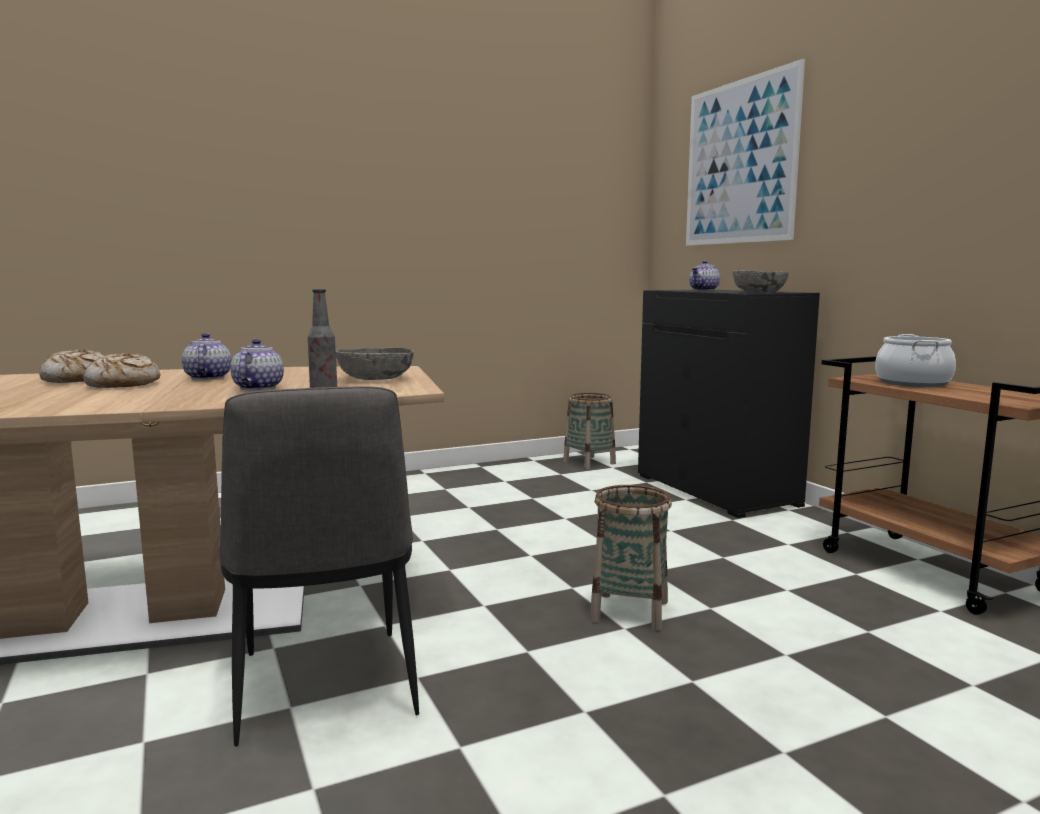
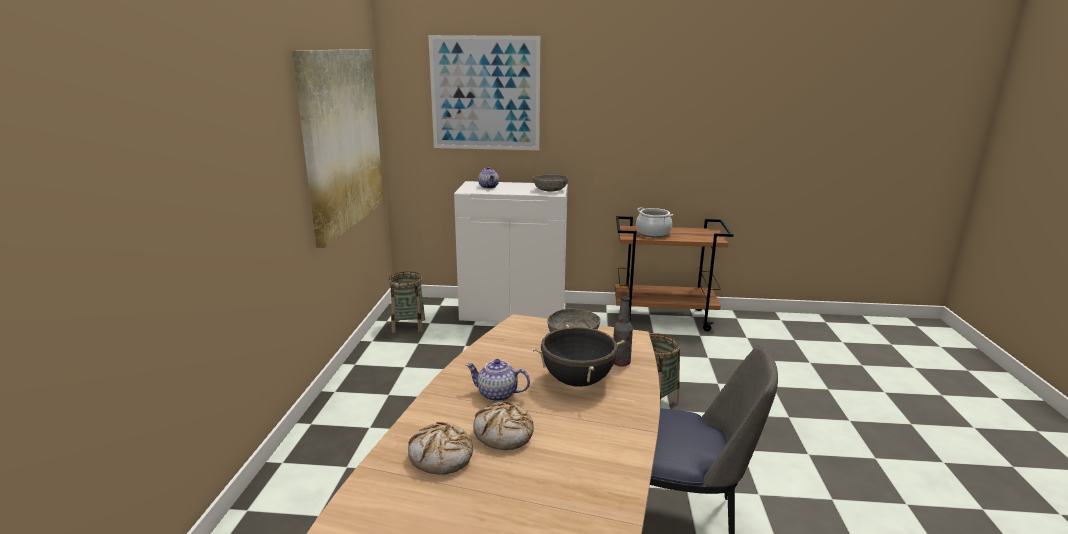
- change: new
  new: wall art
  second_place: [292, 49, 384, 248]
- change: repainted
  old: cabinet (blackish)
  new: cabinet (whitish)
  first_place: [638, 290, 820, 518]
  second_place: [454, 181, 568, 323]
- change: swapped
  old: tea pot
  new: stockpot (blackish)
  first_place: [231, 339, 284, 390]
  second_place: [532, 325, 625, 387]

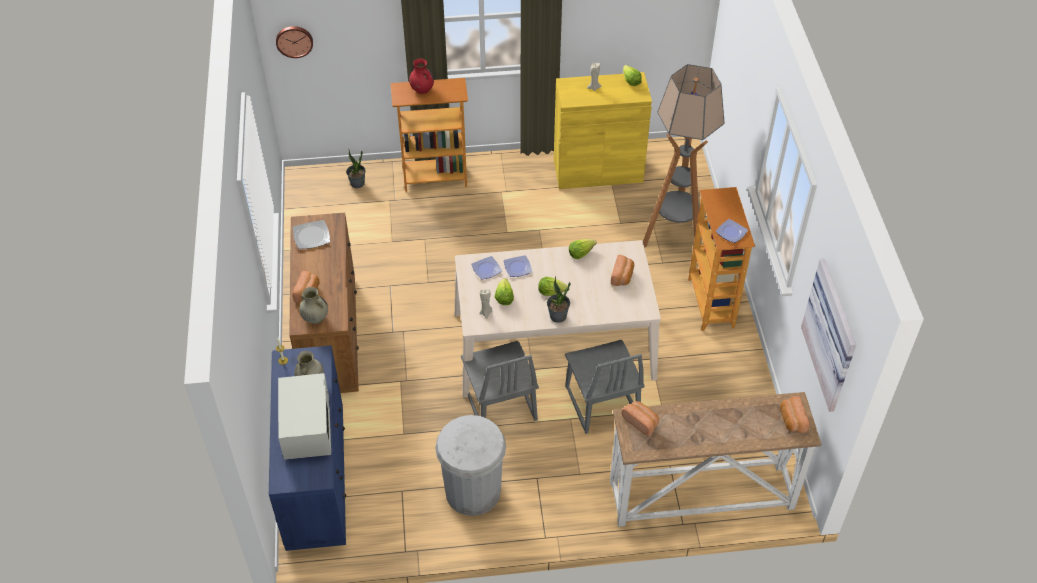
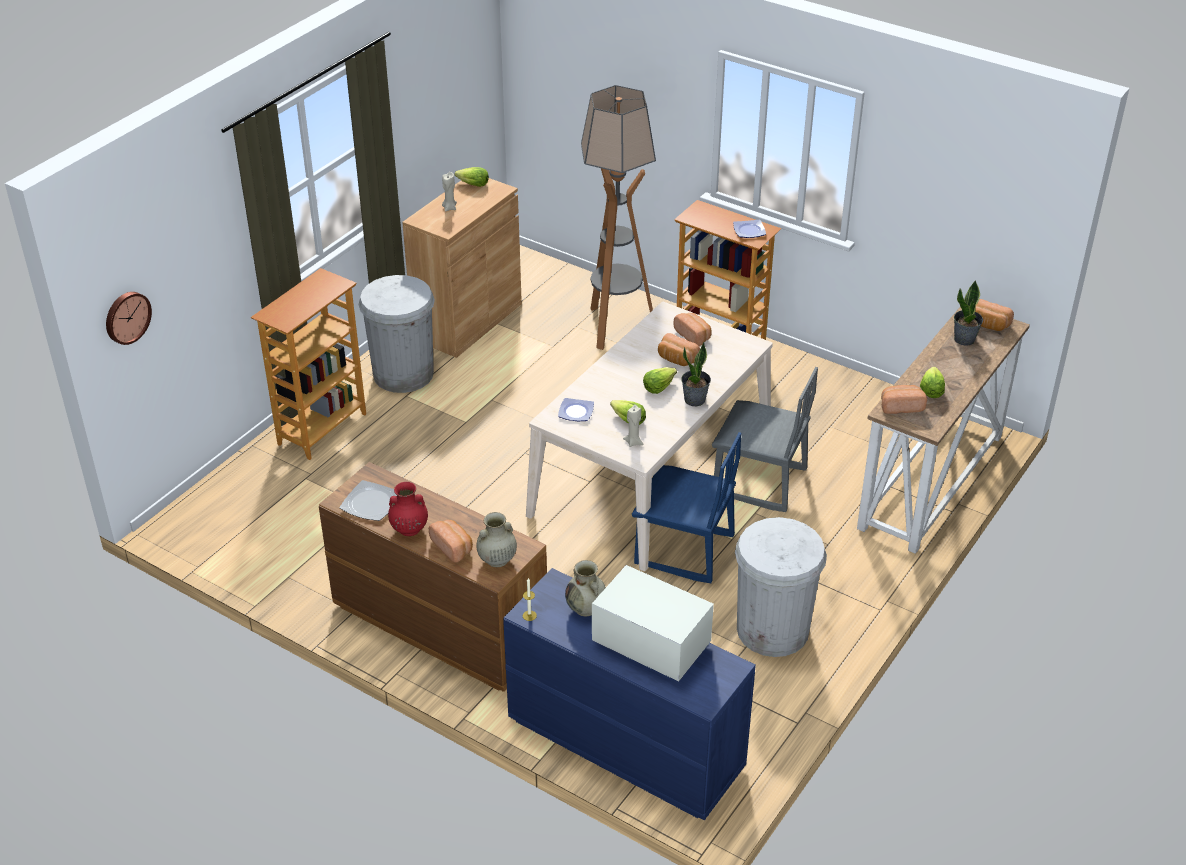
- change: new
  new: rubbish bin (whitish)
  second_place: [358, 275, 435, 393]
- change: shifted
  old: vase (red-coloured)
  first_place: [409, 58, 434, 94]
  second_place: [388, 482, 428, 536]
- change: repainted
  old: cabinet (yellow)
  new: cabinet (brownish)
  first_place: [554, 72, 652, 189]
  second_place: [402, 178, 522, 358]
- change: repainted
  old: plain chair (gray)
  new: plain chair (blue)
  first_place: [461, 341, 539, 421]
  second_place: [632, 432, 742, 583]
- change: new
  new: baked bread
  second_place: [658, 333, 700, 366]
- change: shifted
  old: lettuce head
  first_place: [569, 239, 597, 259]
  second_place: [920, 367, 945, 398]
- change: shifted
  old: potted plant
  first_place: [346, 150, 366, 188]
  second_place: [954, 280, 983, 346]
- change: gone
  old: plate
  first_place: [504, 255, 532, 277]
- change: gone
  old: wall art
  first_place: [801, 258, 856, 412]

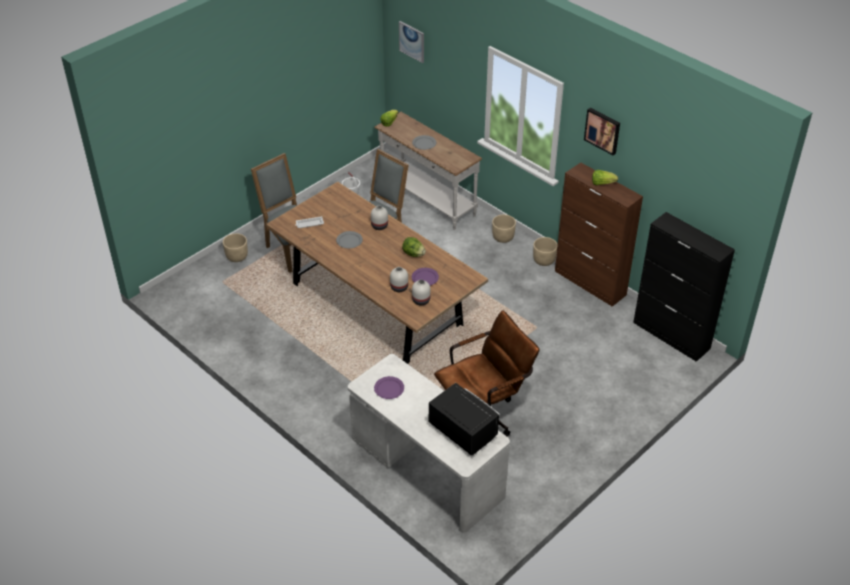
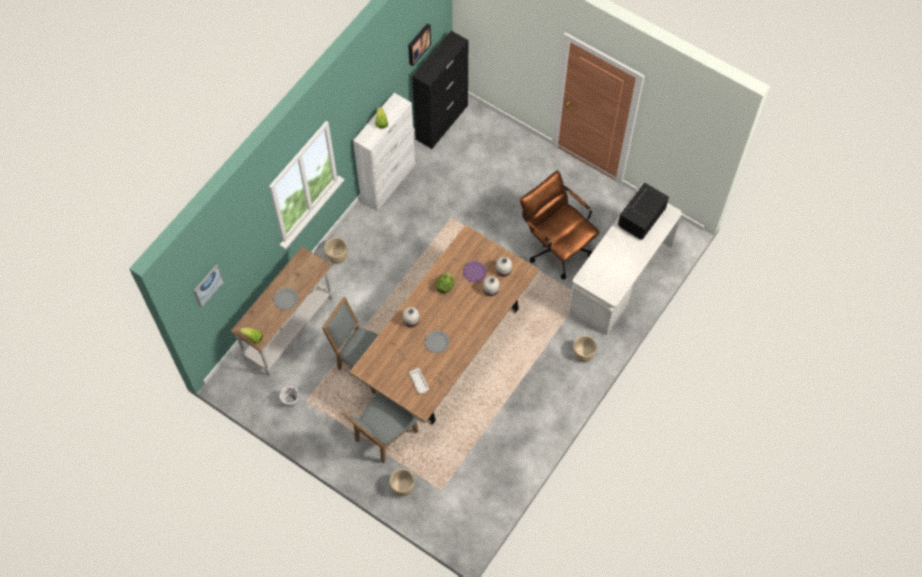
- change: repainted
  old: cabinet (brownish)
  new: cabinet (whitish)
  first_place: [555, 162, 643, 307]
  second_place: [353, 93, 415, 211]
- change: shifted
  old: wall art
  first_place: [584, 108, 620, 155]
  second_place: [408, 23, 431, 66]
- change: shifted
  old: flower pot (beige-coloured)
  first_place: [533, 237, 558, 266]
  second_place: [573, 335, 597, 362]
- change: gone
  old: plate (purplish)
  first_place: [374, 376, 404, 399]

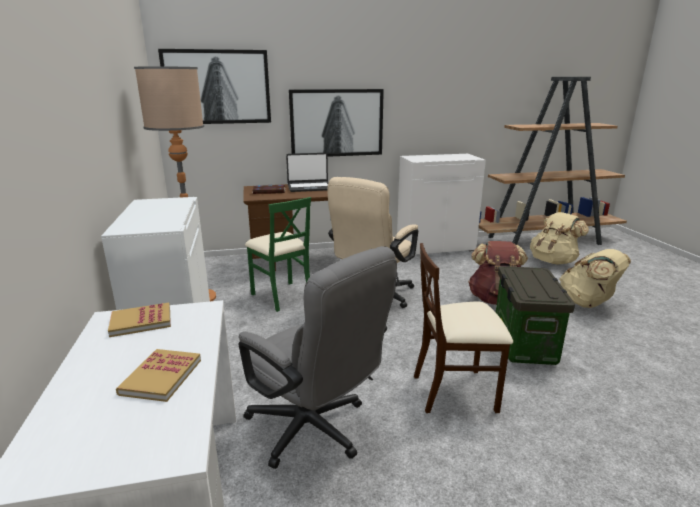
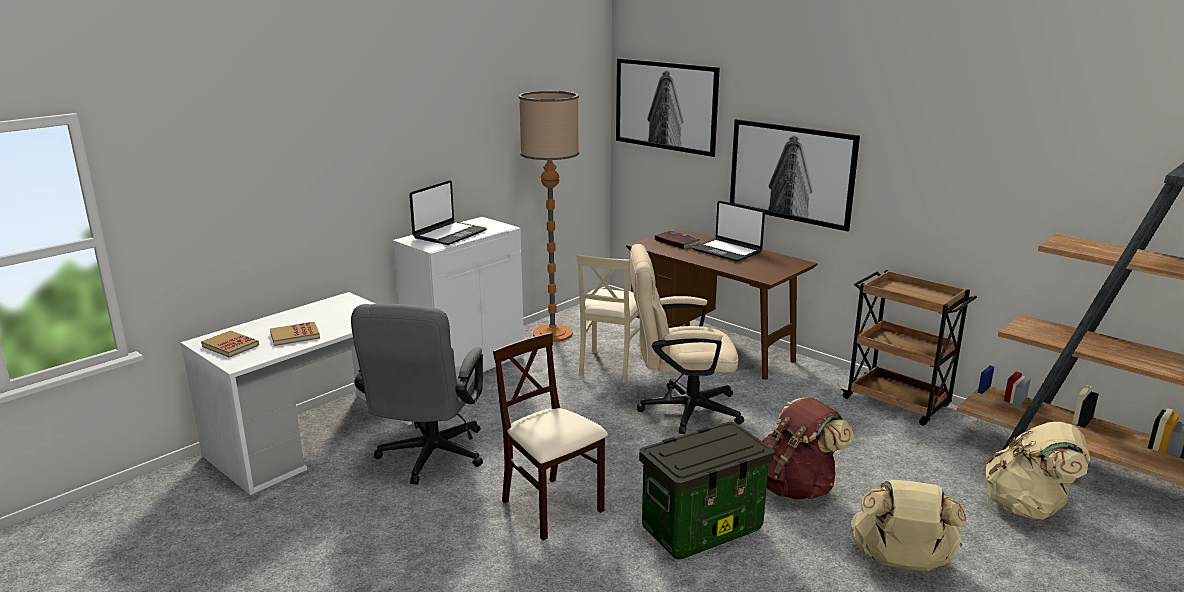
- change: shifted
  old: volume
  first_place: [108, 302, 171, 337]
  second_place: [201, 330, 259, 357]
- change: new
  new: laptop
  second_place: [409, 180, 487, 245]
- change: repainted
  old: plain chair (green-coloured)
  new: plain chair (beige-coloured)
  first_place: [245, 197, 311, 312]
  second_place: [576, 254, 642, 382]
- change: swapped
  old: cabinet (whitish)
  new: wheeled cart (brownish)
  first_place: [397, 154, 486, 255]
  second_place: [840, 270, 977, 426]

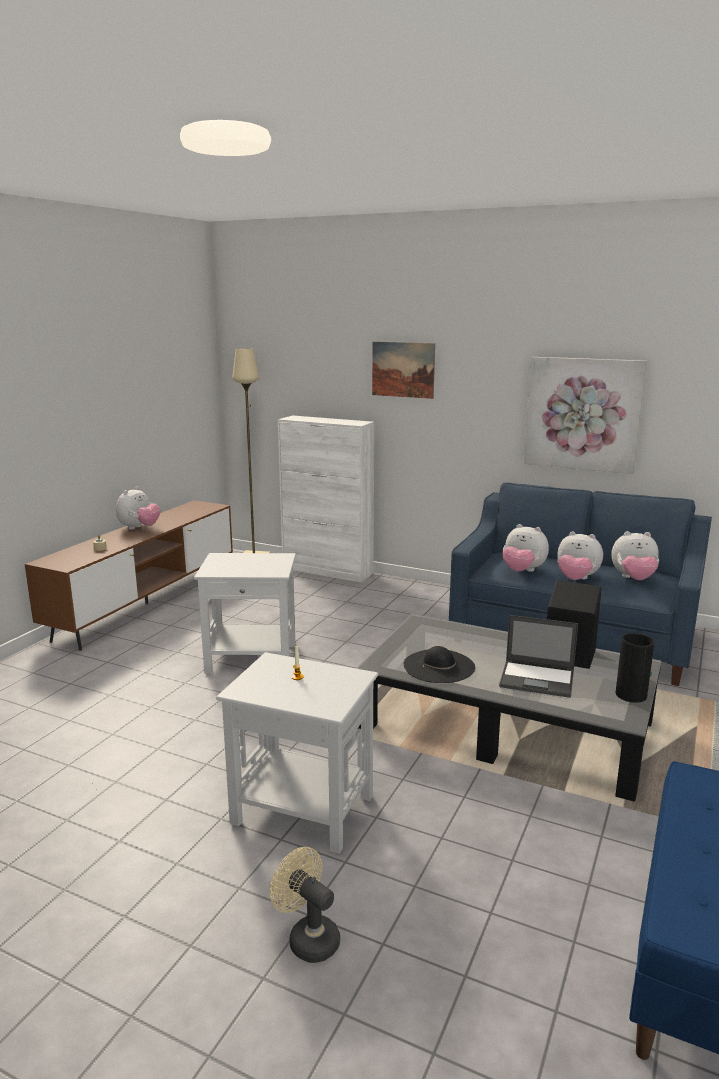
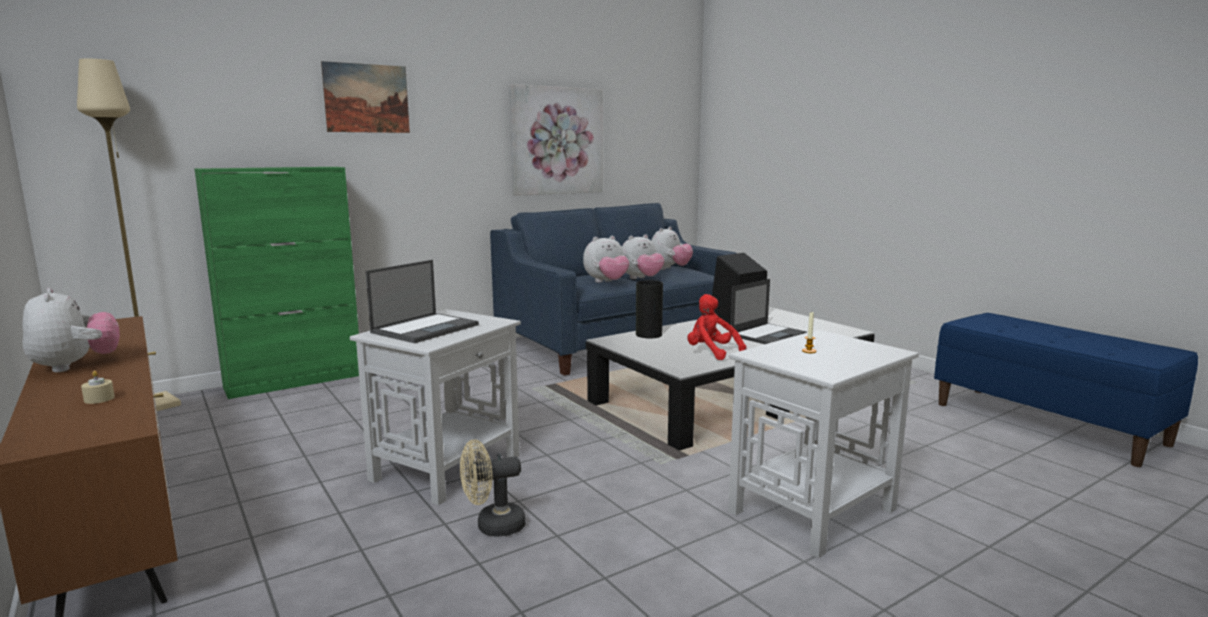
- change: repainted
  old: cabinet (whitish)
  new: cabinet (green-coloured)
  first_place: [278, 415, 374, 582]
  second_place: [195, 167, 359, 399]
- change: new
  new: laptop
  second_place: [366, 260, 479, 343]
- change: shifted
  old: cooling fan (beige-coloured)
  first_place: [270, 847, 340, 963]
  second_place: [460, 439, 526, 537]
- change: shifted
  old: vase
  first_place: [616, 633, 655, 703]
  second_place: [636, 280, 663, 338]
- change: swapped
  old: wearable hat (blackish)
  new: soft toy (red-coloured)
  first_place: [404, 646, 475, 683]
  second_place: [687, 294, 747, 360]

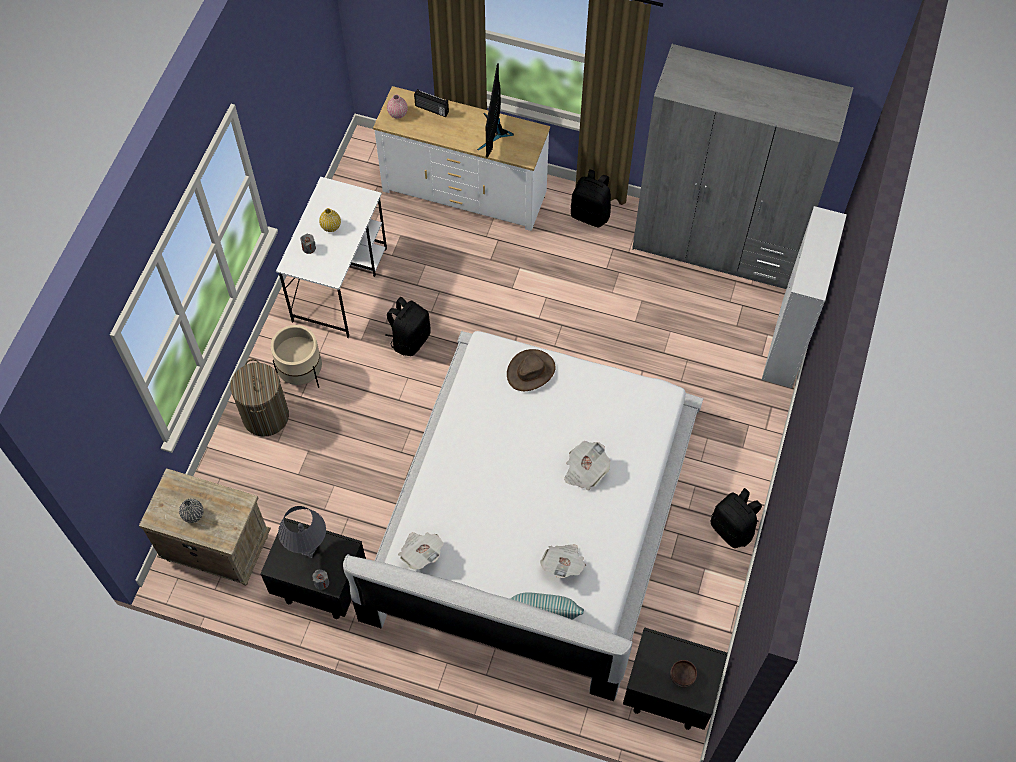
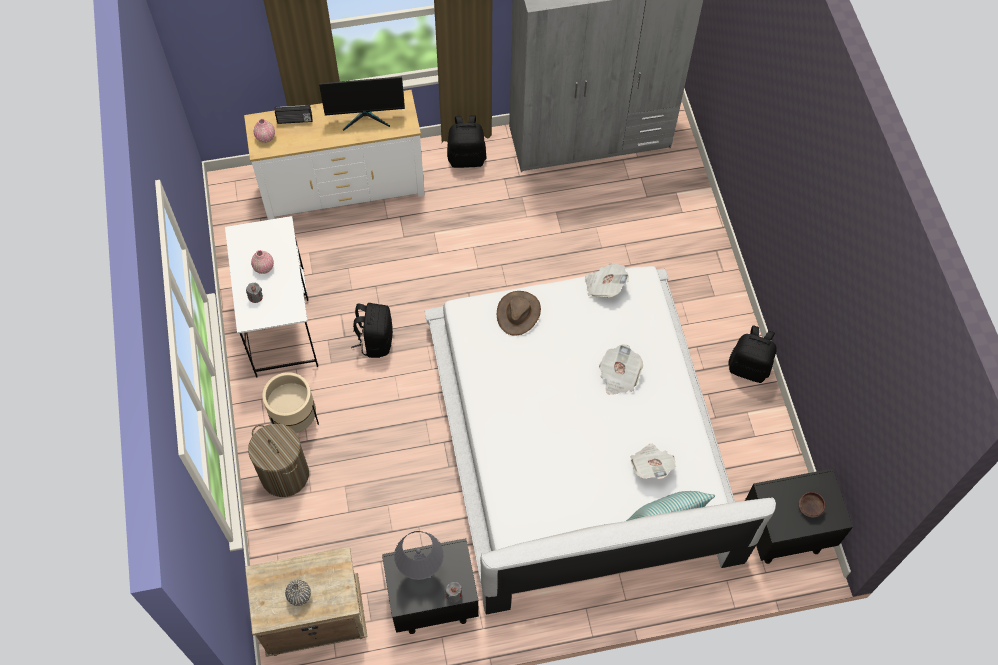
- change: repainted
  old: vase (yellow)
  new: vase (pink)
  first_place: [319, 208, 341, 232]
  second_place: [251, 250, 274, 274]
- change: rotated
  old: monitor
  first_place: [477, 63, 514, 157]
  second_place: [319, 77, 405, 131]
  degrees: -75
- change: shifted
  old: daily paper
  first_place: [398, 532, 444, 569]
  second_place: [585, 263, 629, 297]
- change: gone
  old: cabinet (whitish)
  first_place: [762, 206, 847, 388]

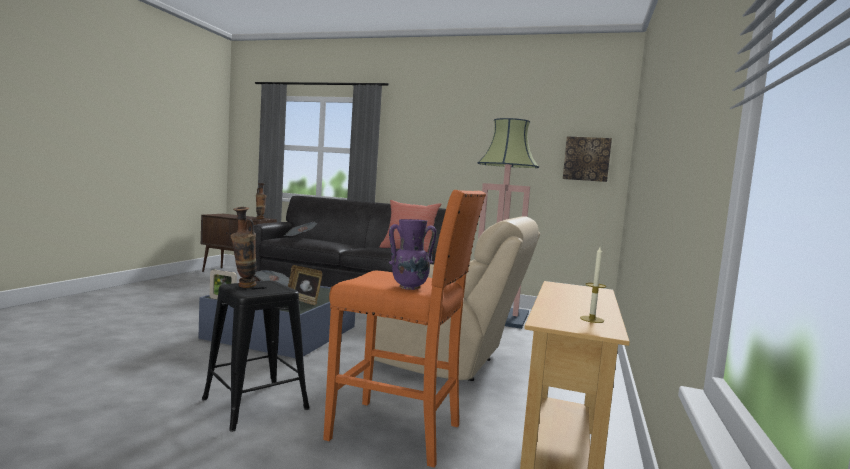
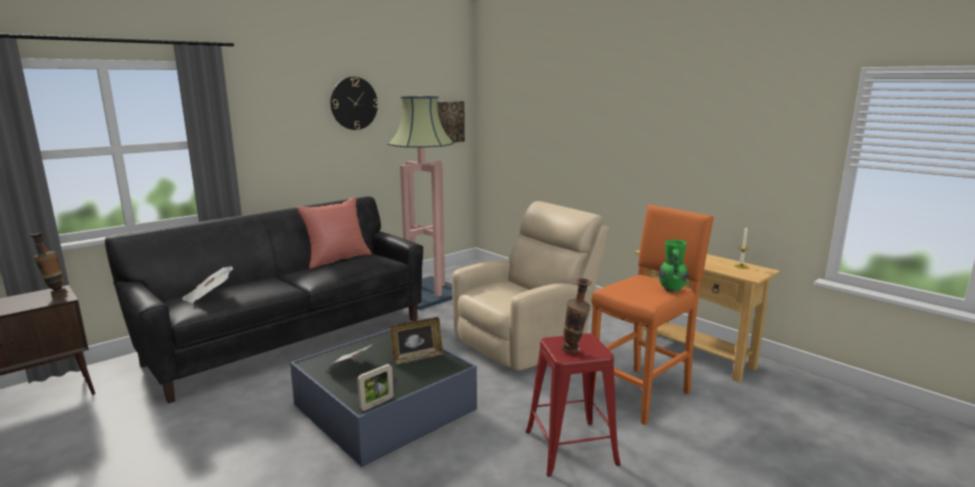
- change: new
  new: wall clock
  second_place: [330, 77, 378, 130]
- change: repainted
  old: stool (blackish)
  new: stool (red-coloured)
  first_place: [202, 280, 310, 432]
  second_place: [526, 333, 621, 477]
- change: repainted
  old: vase (purplish)
  new: vase (green-coloured)
  first_place: [389, 219, 437, 290]
  second_place: [659, 240, 688, 292]

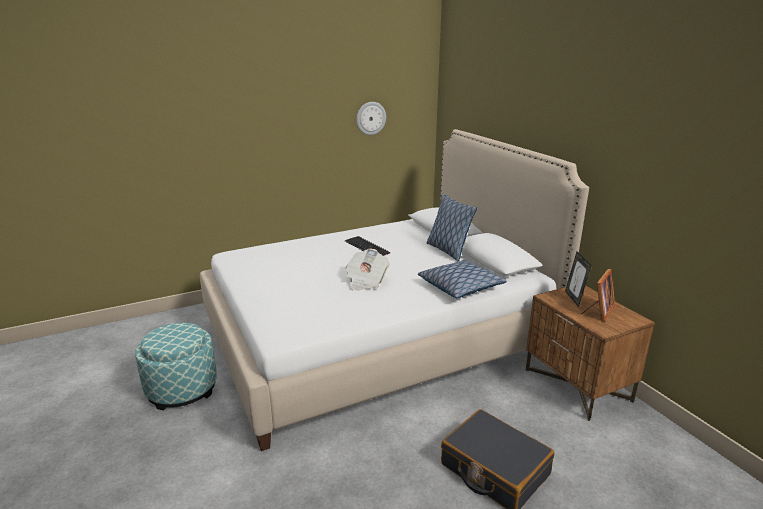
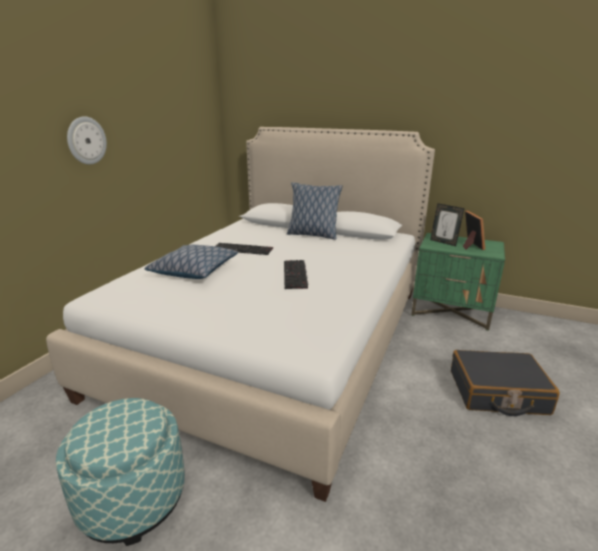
- change: shifted
  old: wall clock
  first_place: [356, 102, 386, 135]
  second_place: [67, 116, 107, 165]
- change: shifted
  old: cushion
  first_place: [418, 259, 507, 298]
  second_place: [144, 245, 238, 279]
- change: swapped
  old: daily paper
  new: keyboard
  first_place: [346, 249, 390, 291]
  second_place: [284, 260, 309, 289]
- change: repainted
  old: night table (brownish)
  new: night table (green-coloured)
  first_place: [525, 286, 655, 421]
  second_place: [411, 233, 505, 331]

